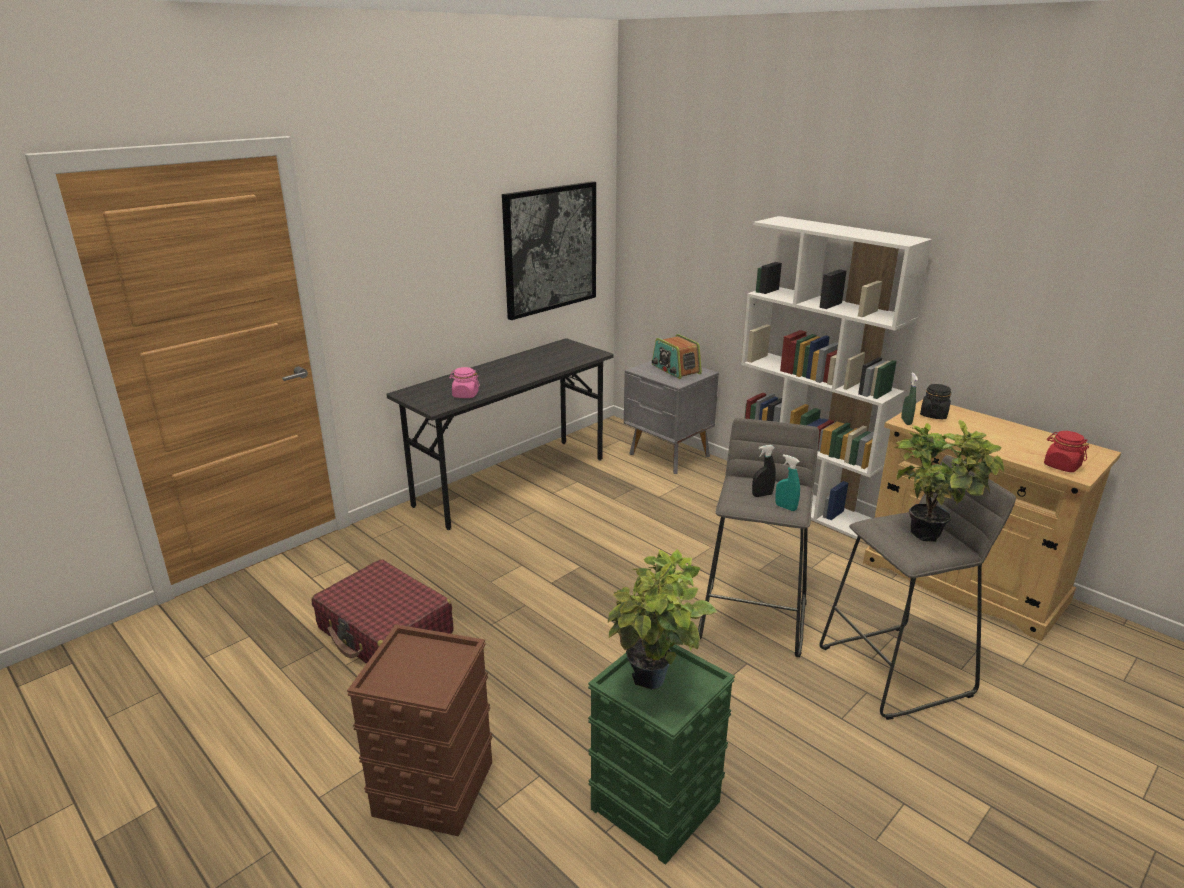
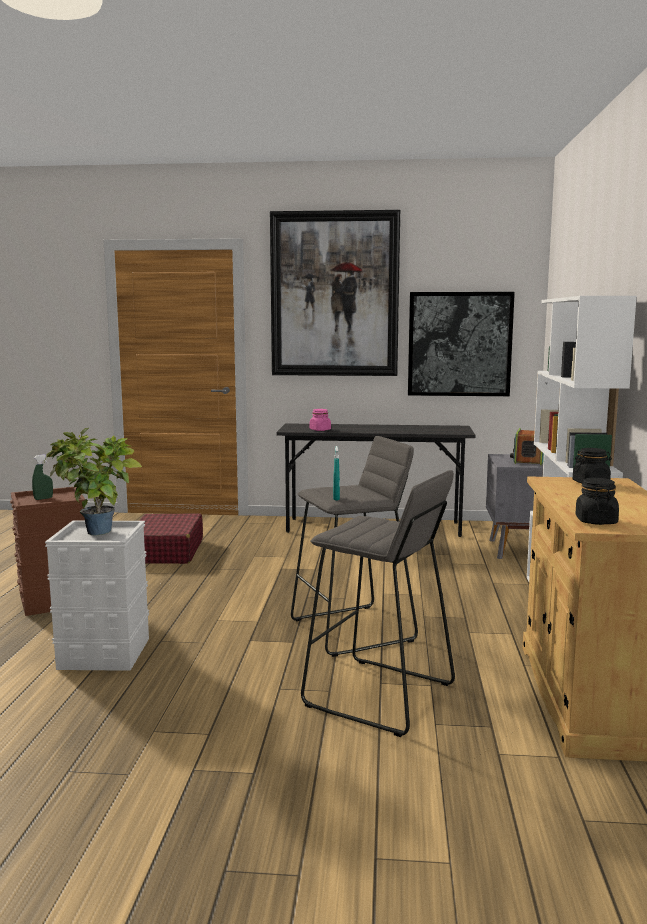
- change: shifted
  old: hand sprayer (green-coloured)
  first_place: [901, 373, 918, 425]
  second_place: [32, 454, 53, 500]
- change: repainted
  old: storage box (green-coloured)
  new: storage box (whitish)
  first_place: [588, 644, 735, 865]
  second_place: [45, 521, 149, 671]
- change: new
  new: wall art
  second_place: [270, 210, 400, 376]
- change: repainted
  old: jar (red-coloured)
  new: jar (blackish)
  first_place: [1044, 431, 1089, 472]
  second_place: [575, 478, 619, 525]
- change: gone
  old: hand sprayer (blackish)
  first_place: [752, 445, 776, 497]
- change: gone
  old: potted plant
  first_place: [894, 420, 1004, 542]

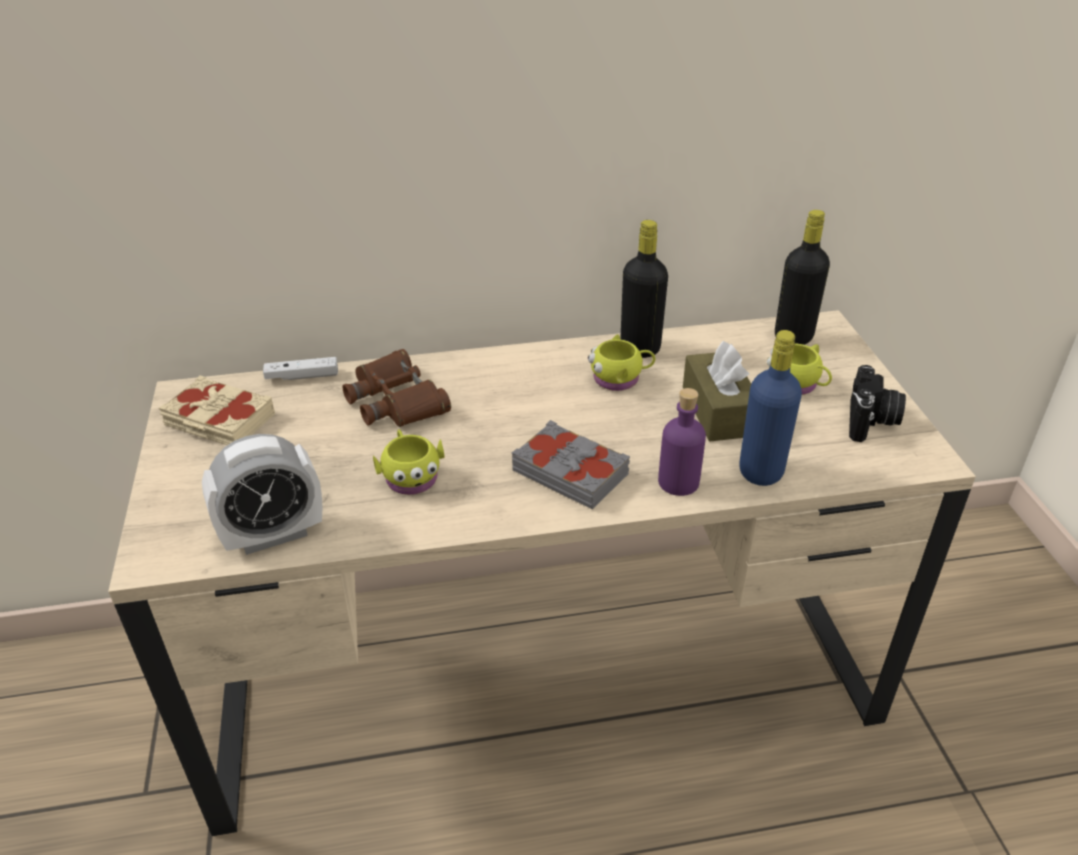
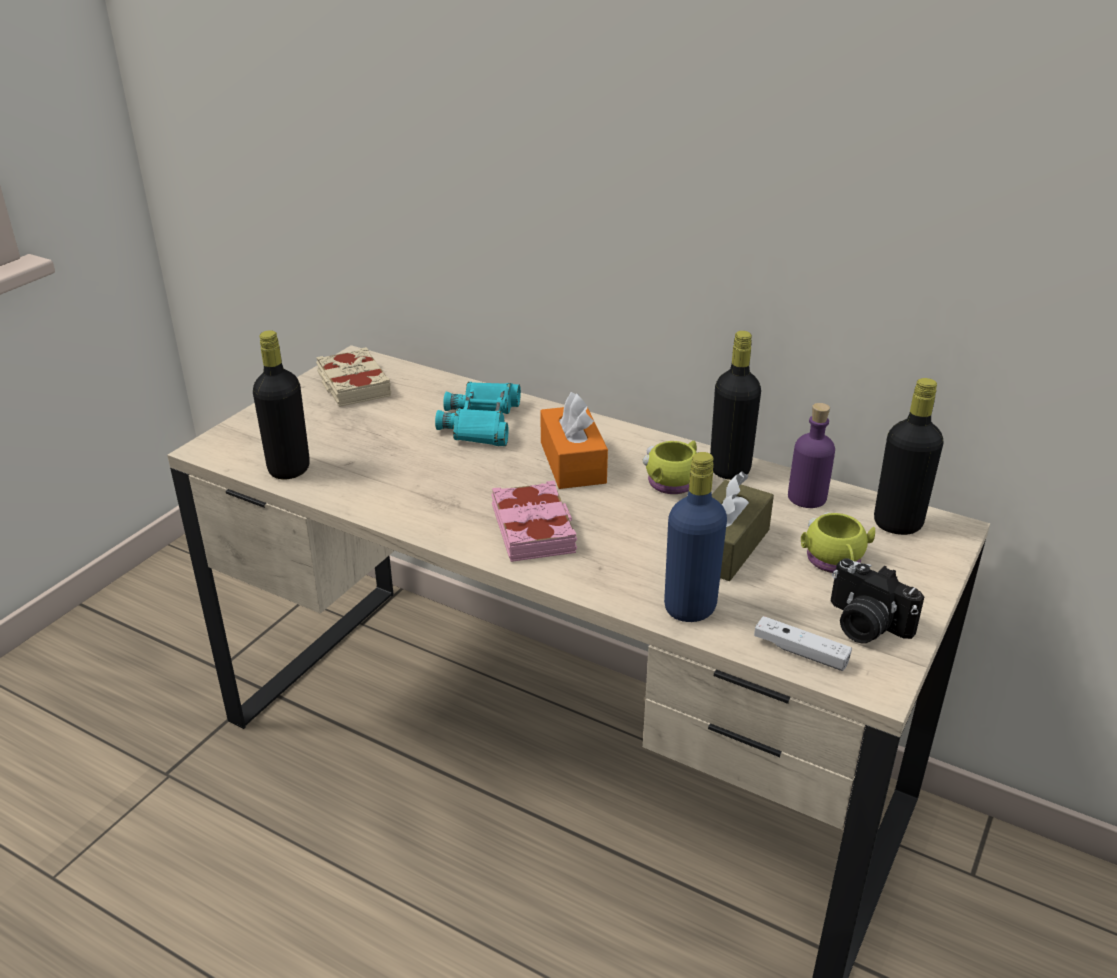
- change: swapped
  old: table clock
  new: beverage bottle (blackish)
  first_place: [202, 434, 323, 555]
  second_place: [253, 330, 310, 479]
- change: repainted
  old: pair of binoculars (brownish)
  new: pair of binoculars (blue-green)
  first_place: [343, 349, 451, 427]
  second_place: [435, 382, 521, 446]
- change: repainted
  old: volume (gray)
  new: volume (pink)
  first_place: [512, 420, 630, 509]
  second_place: [492, 481, 577, 562]
- change: new
  new: box of tissues (orange)
  second_place: [540, 392, 608, 489]
- change: shifted
  old: gamepad (whitish)
  first_place: [263, 357, 338, 380]
  second_place: [754, 616, 852, 671]
- change: shifted
  old: beverage bottle (purplish)
  first_place: [658, 388, 706, 496]
  second_place: [788, 403, 835, 508]
- change: rotated
  old: still camera
  first_place: [849, 365, 906, 442]
  second_place: [831, 558, 924, 643]
  degrees: 75
- change: gone
  old: mug (yellow)
  first_place: [373, 429, 445, 495]

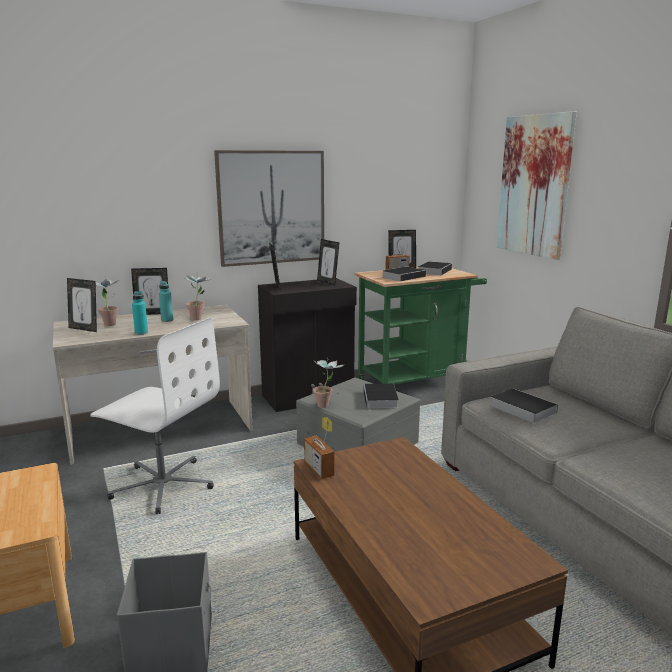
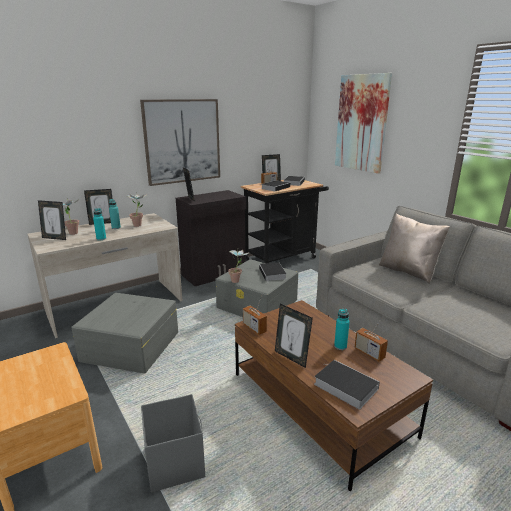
- change: swapped
  old: desk chair (whitish)
  new: storage box (gray)
  first_place: [90, 318, 220, 514]
  second_place: [71, 293, 178, 373]
- change: repainted
  old: wheeled cart (green-coloured)
  new: wheeled cart (blackish)
  first_place: [354, 267, 487, 385]
  second_place: [240, 180, 329, 263]
- change: shifted
  old: photo frame
  first_place: [317, 239, 339, 285]
  second_place: [275, 304, 313, 368]
- change: shifted
  old: volume
  first_place: [490, 388, 558, 423]
  second_place: [314, 360, 380, 409]
- change: new
  new: beverage bottle (blue-green)
  second_place: [334, 309, 350, 350]
- change: new
  new: radio set
  second_place: [354, 316, 388, 361]
- change: new
  new: cushion (beige-coloured)
  second_place: [379, 214, 450, 284]

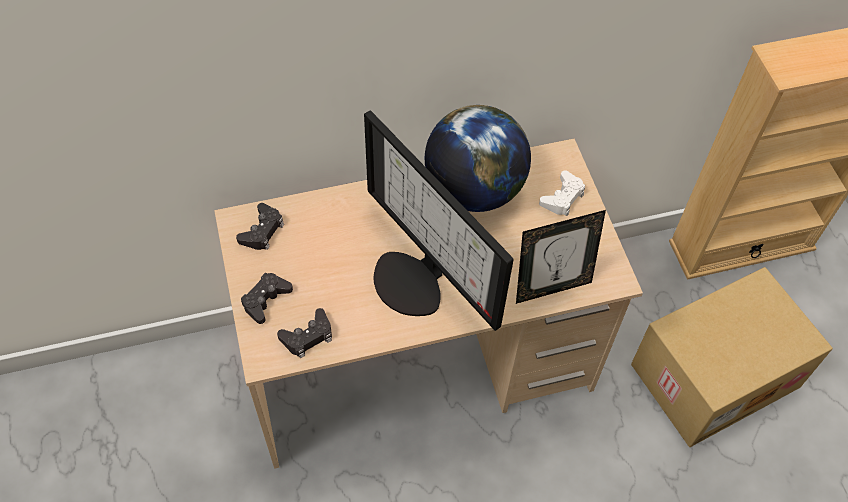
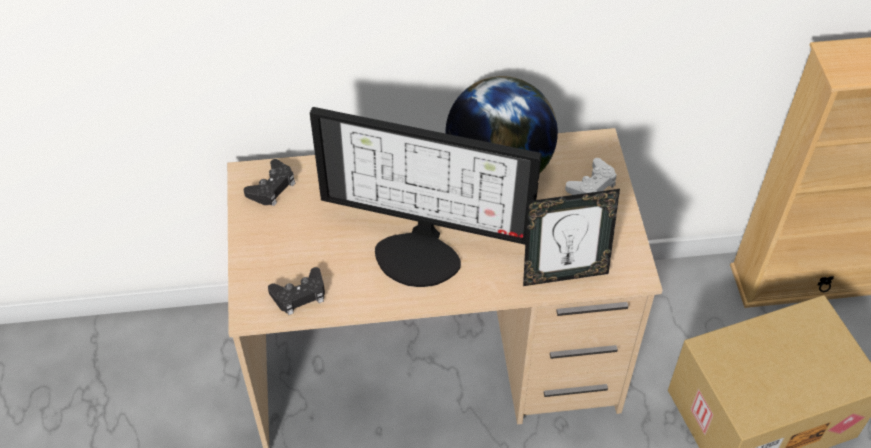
- change: rotated
  old: monitor
  first_place: [364, 110, 514, 331]
  second_place: [310, 107, 542, 287]
  degrees: -45
- change: gone
  old: gamepad (blackish)
  first_place: [241, 273, 293, 324]

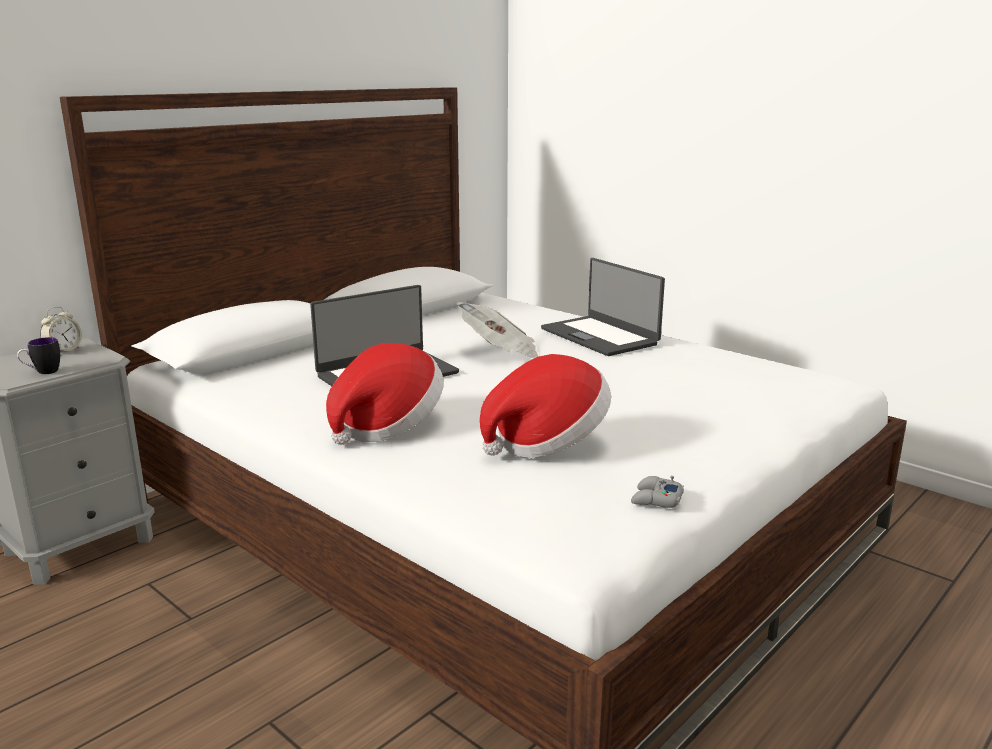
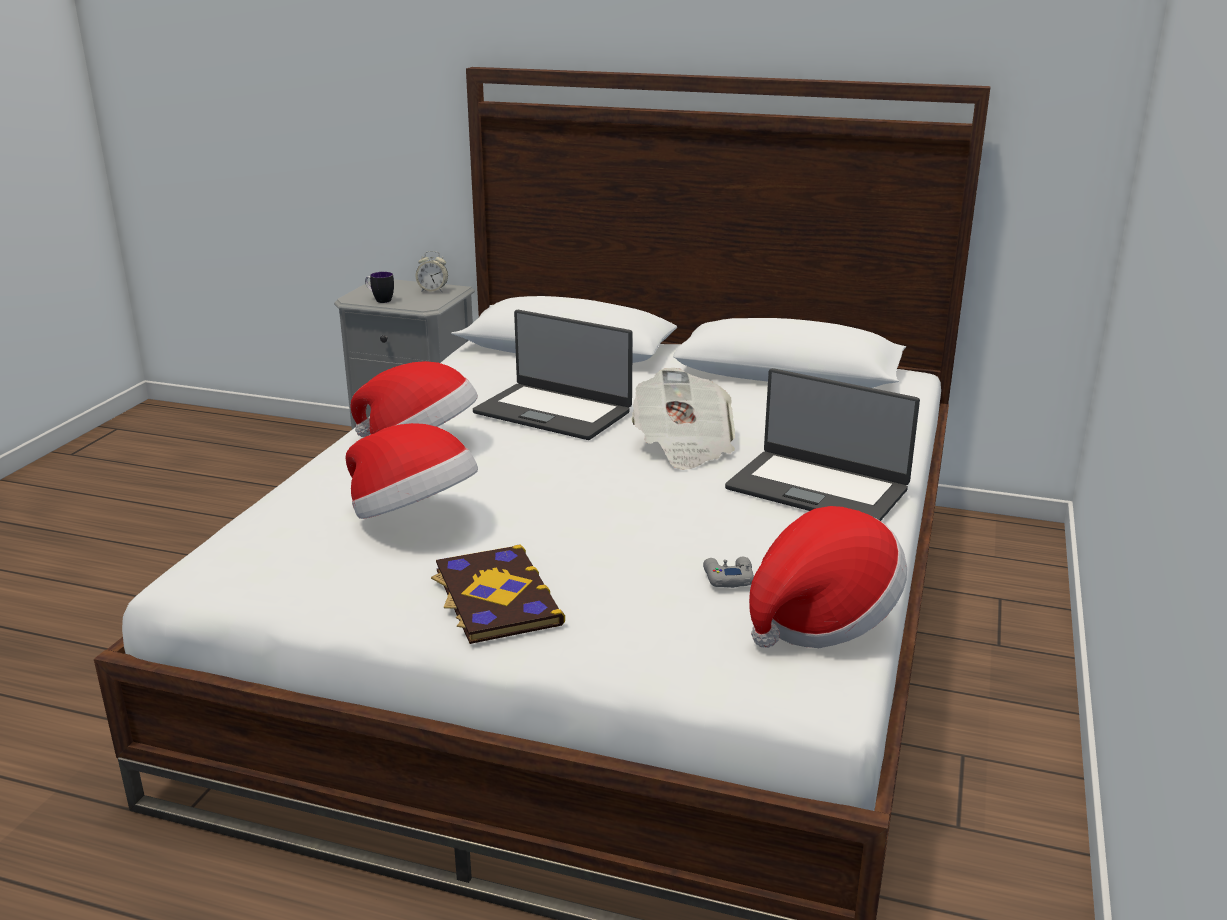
- change: new
  new: volume
  second_place: [431, 544, 565, 644]
- change: shifted
  old: gamepad (gray)
  first_place: [631, 476, 684, 508]
  second_place: [703, 556, 754, 588]
- change: rotated
  old: laptop
  first_place: [541, 258, 665, 356]
  second_place: [725, 368, 920, 521]
  degrees: -90
- change: new
  new: wearable hat
  second_place: [749, 506, 907, 648]

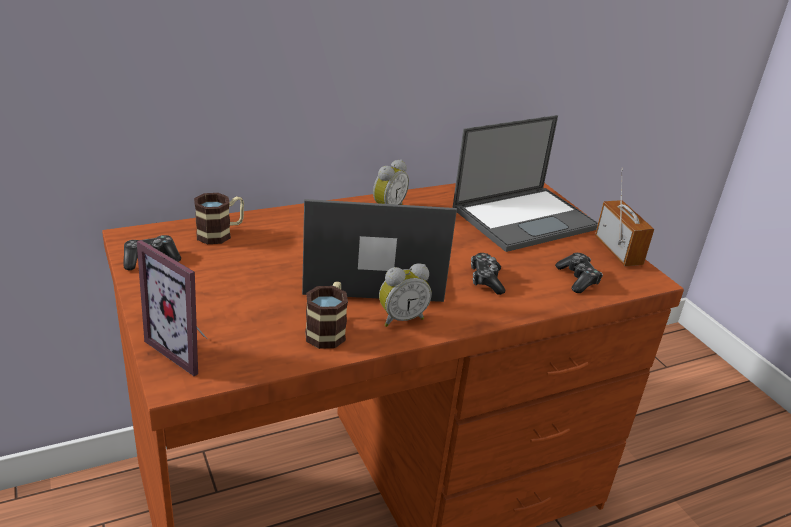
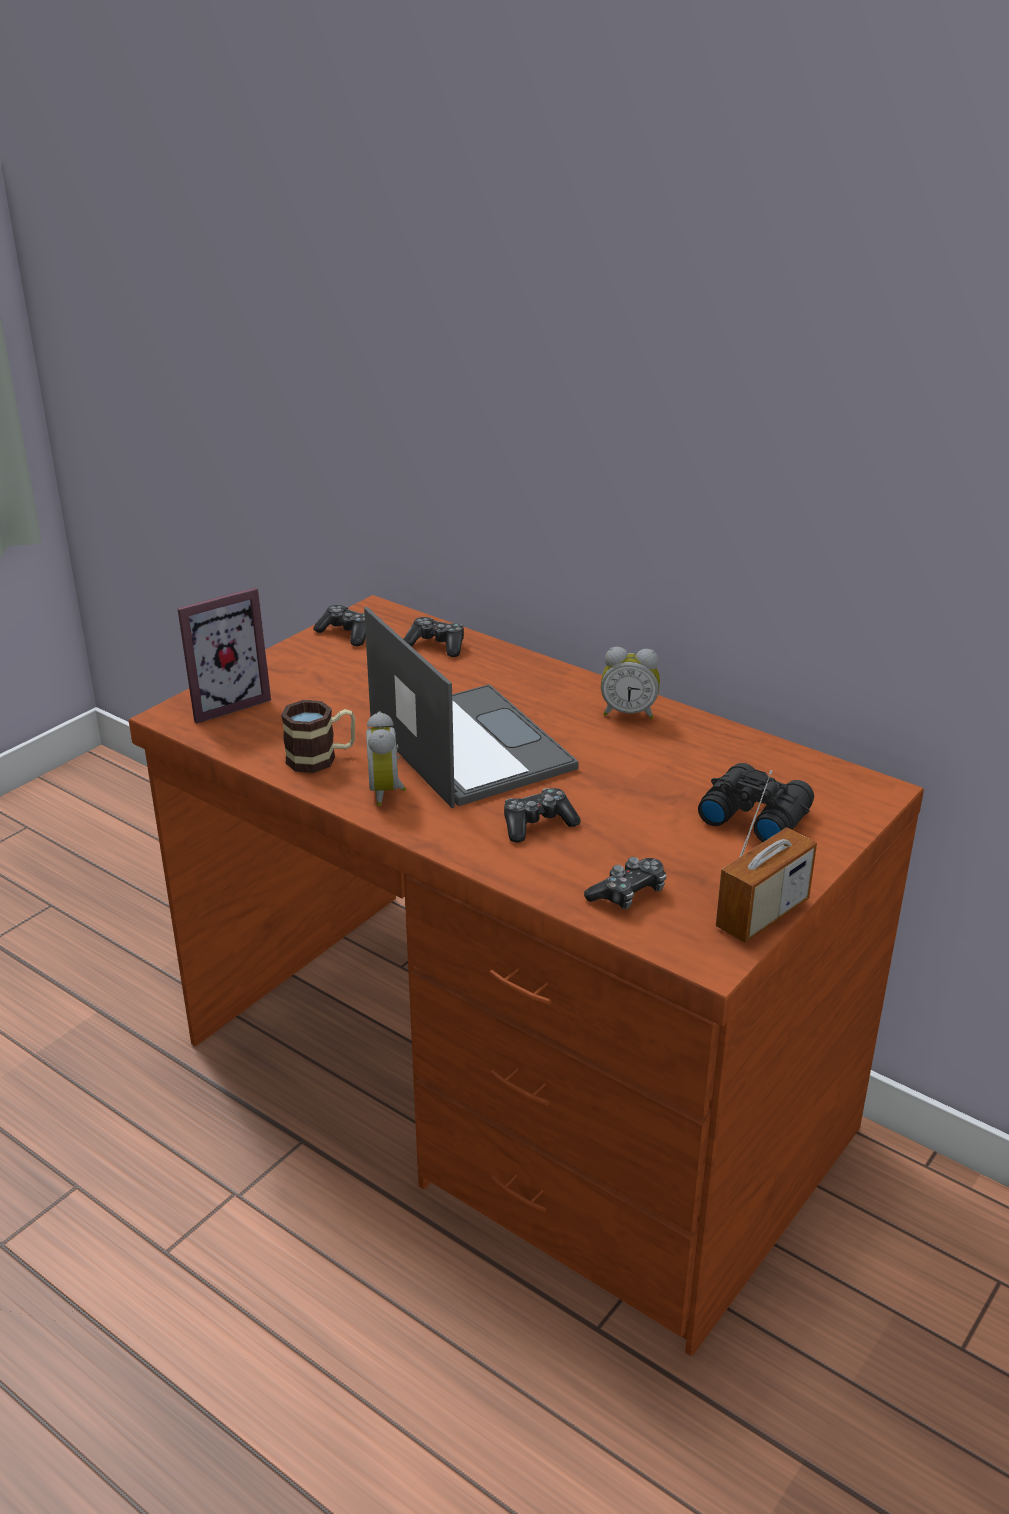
- change: rotated
  old: photo frame
  first_place: [137, 240, 208, 376]
  second_place: [177, 587, 271, 724]
  degrees: -135
- change: rotated
  old: table clock
  first_place: [379, 263, 432, 327]
  second_place: [366, 711, 406, 806]
  degrees: 45
- change: swapped
  old: mug
  new: gamepad
  first_place: [194, 193, 244, 244]
  second_place: [404, 617, 464, 657]
- change: swapped
  old: laptop
  new: pair of binoculars (blackish)
  first_place: [453, 115, 598, 252]
  second_place: [698, 763, 814, 842]

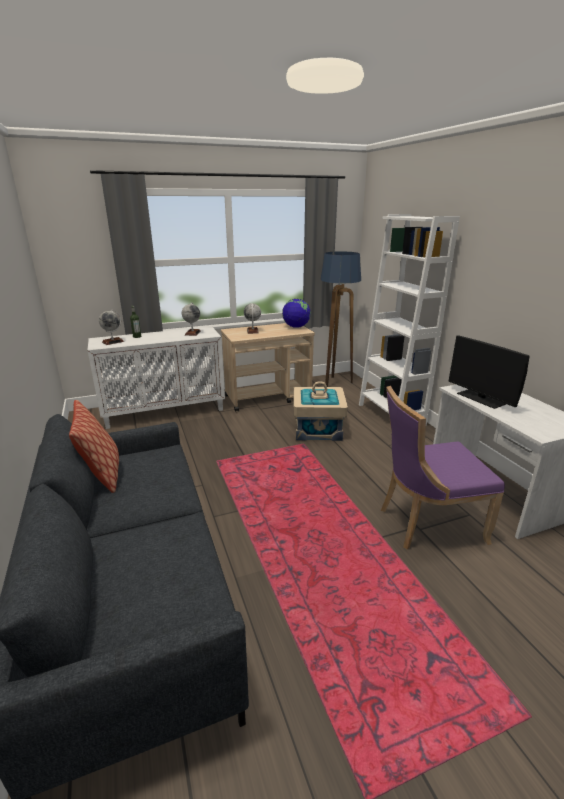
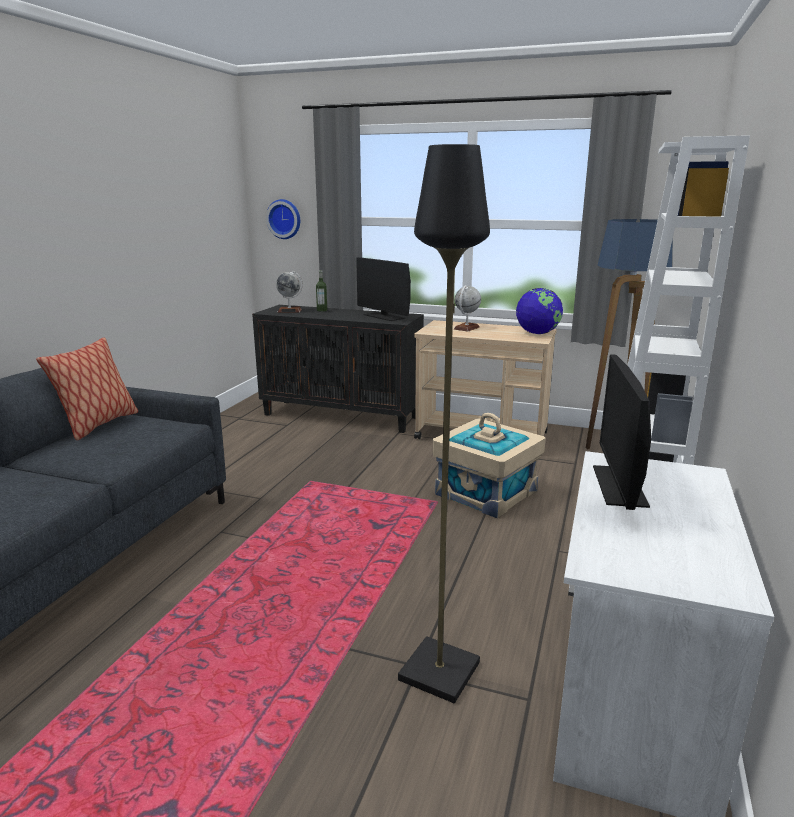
- change: repainted
  old: cabinet (whitish)
  new: cabinet (blackish)
  first_place: [87, 327, 225, 429]
  second_place: [252, 305, 424, 433]
- change: new
  new: wall clock
  second_place: [266, 199, 300, 239]
- change: swapped
  old: world globe
  new: monitor
  first_place: [182, 302, 201, 336]
  second_place: [356, 257, 411, 321]
- change: swapped
  old: plain chair (purplish)
  new: standing lamp (blackish)
  first_place: [381, 386, 505, 549]
  second_place: [398, 144, 490, 703]

